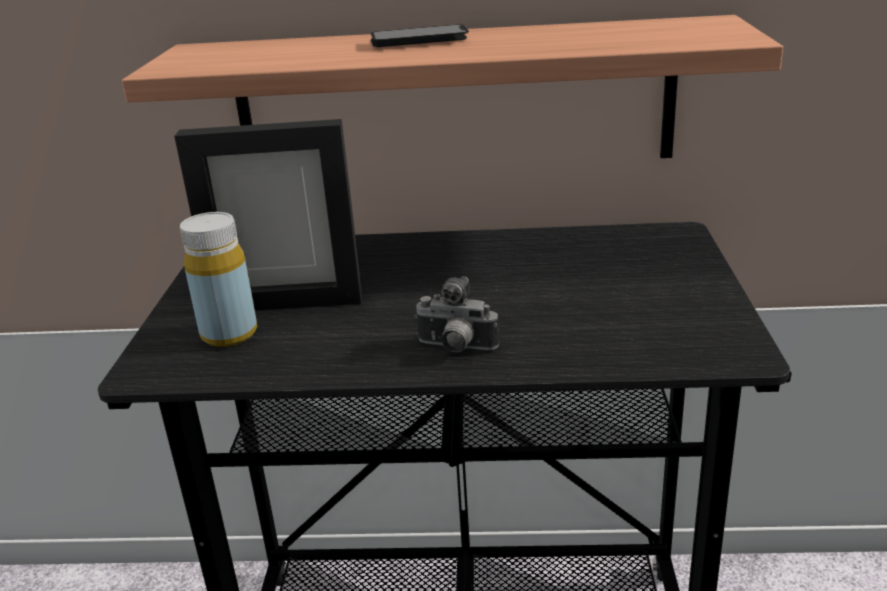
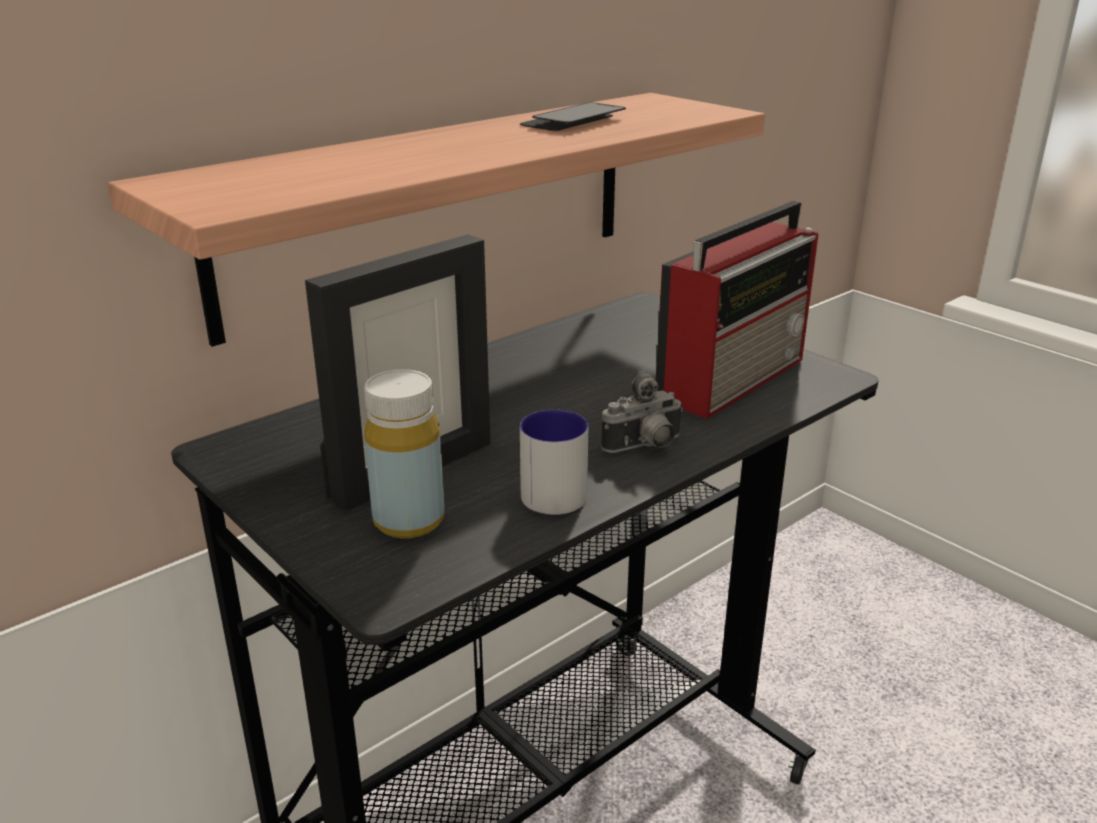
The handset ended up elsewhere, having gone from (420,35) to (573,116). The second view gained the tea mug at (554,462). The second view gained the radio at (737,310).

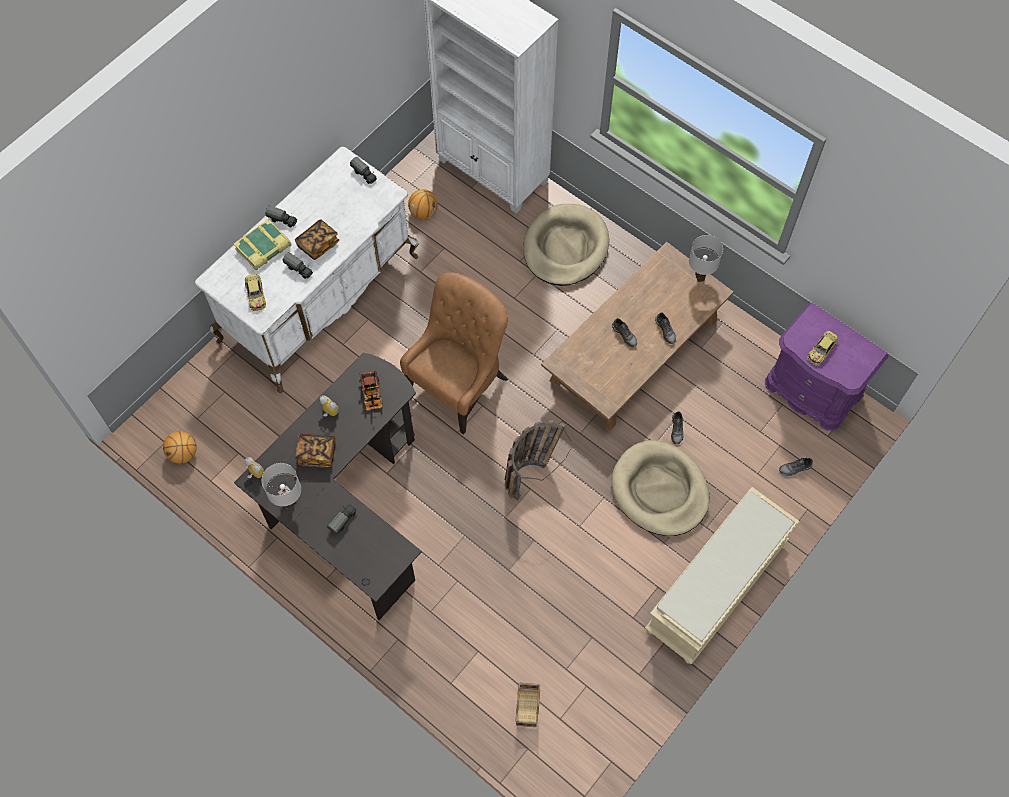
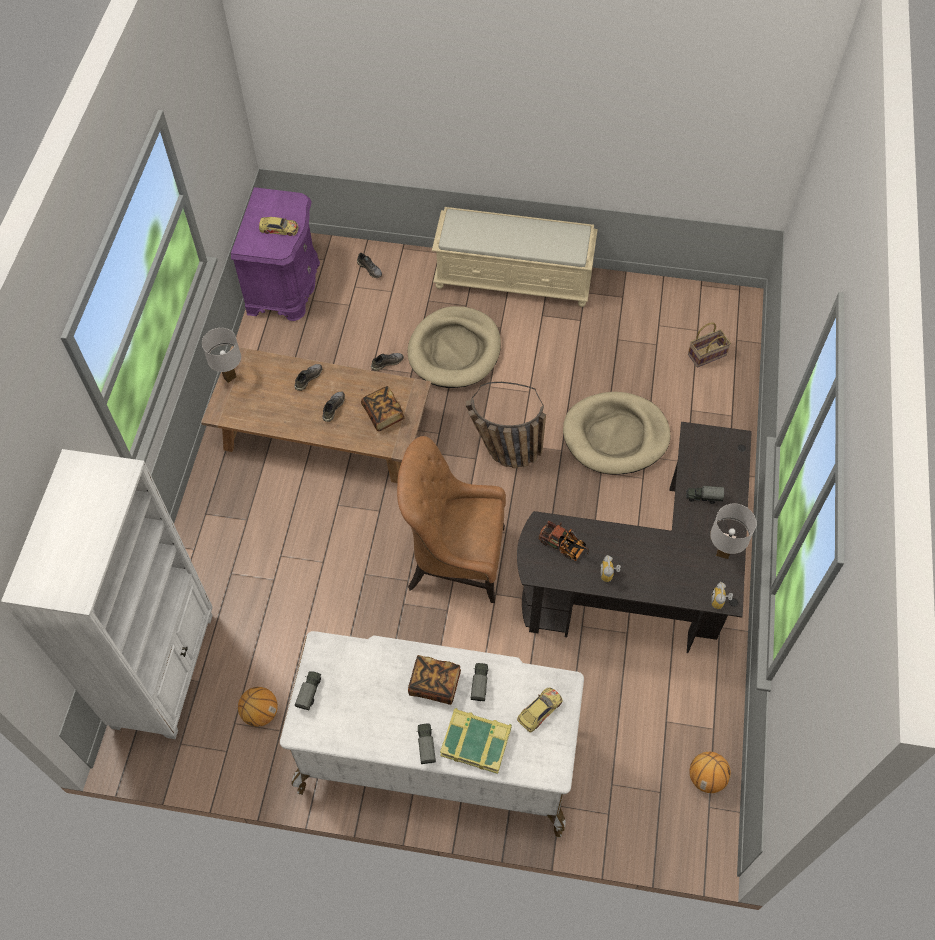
The volume ended up elsewhere, having gone from (315,450) to (382,408). The toy truck at (371,390) ended up facing another way, 75 degrees clockwise from before. The dog cushion in beige ended up elsewhere, having gone from (566,245) to (616,433).

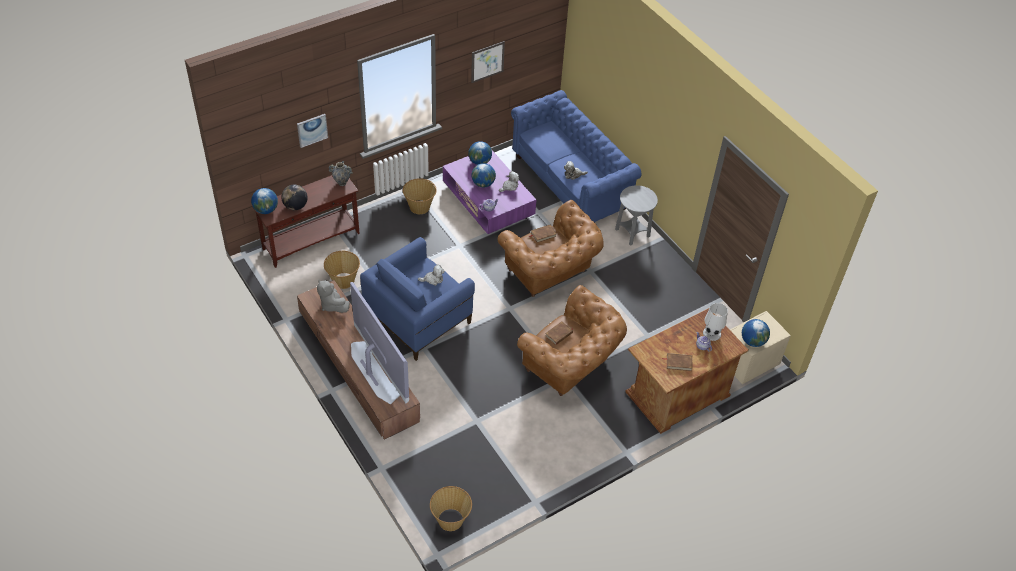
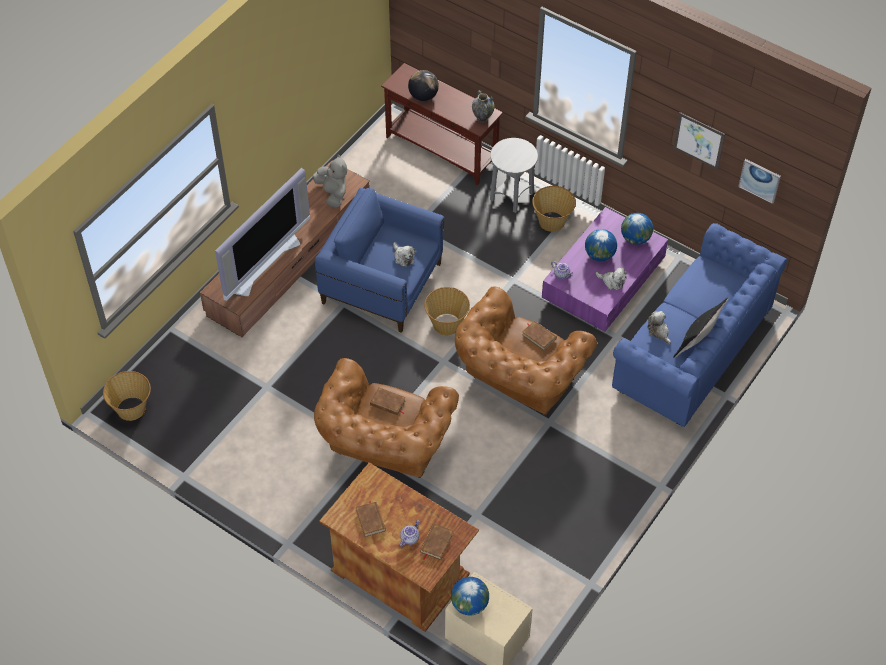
The plush toy in grey at (333,296) ended up facing another way, 120 degrees clockwise from before. Where the tabletop lamp in white-coloured stood at (715,322), the volume in brownish came to stand at (436,541). The basket ended up elsewhere, having gone from (342,270) to (447,311). The end table in grey ended up elsewhere, having gone from (636,215) to (514,175). The second view gained the cushion in black-coloured at (700,328). The picture ended up elsewhere, having gone from (312,131) to (759,181). The second view lost the desk globe at (264,201).

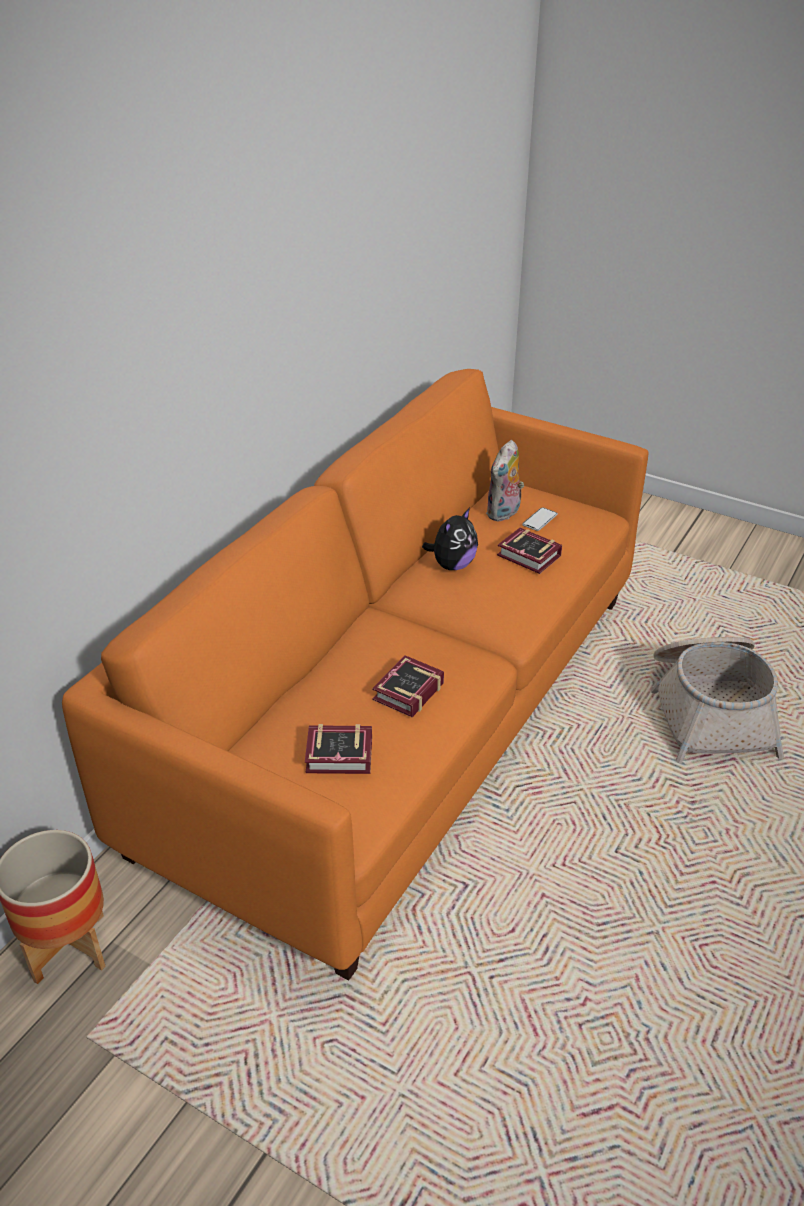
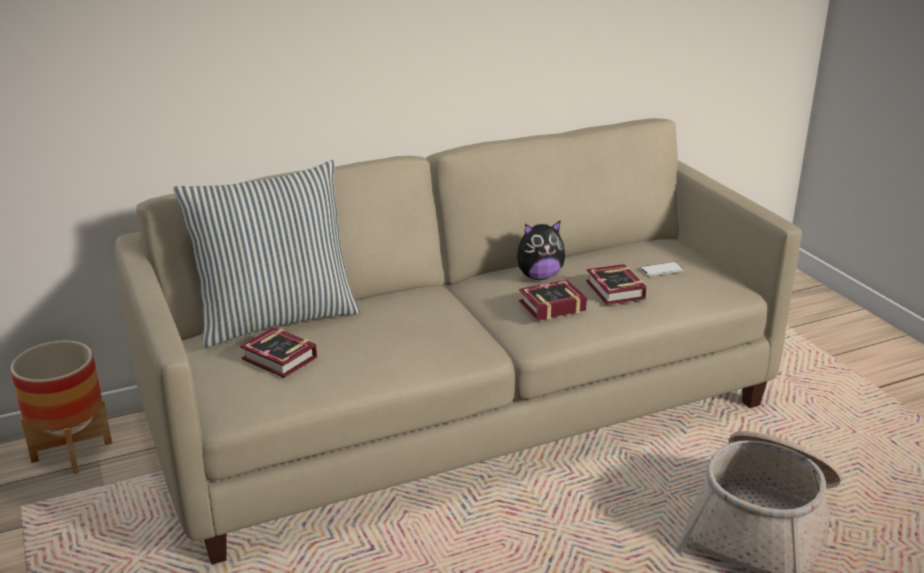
What was the couch in orangey at (355,675) turned into the couch in beige at (458,341). The second view gained the cushion at (266,254). The volume ended up elsewhere, having gone from (408,686) to (553,300). The second view lost the plush toy at (505,481).

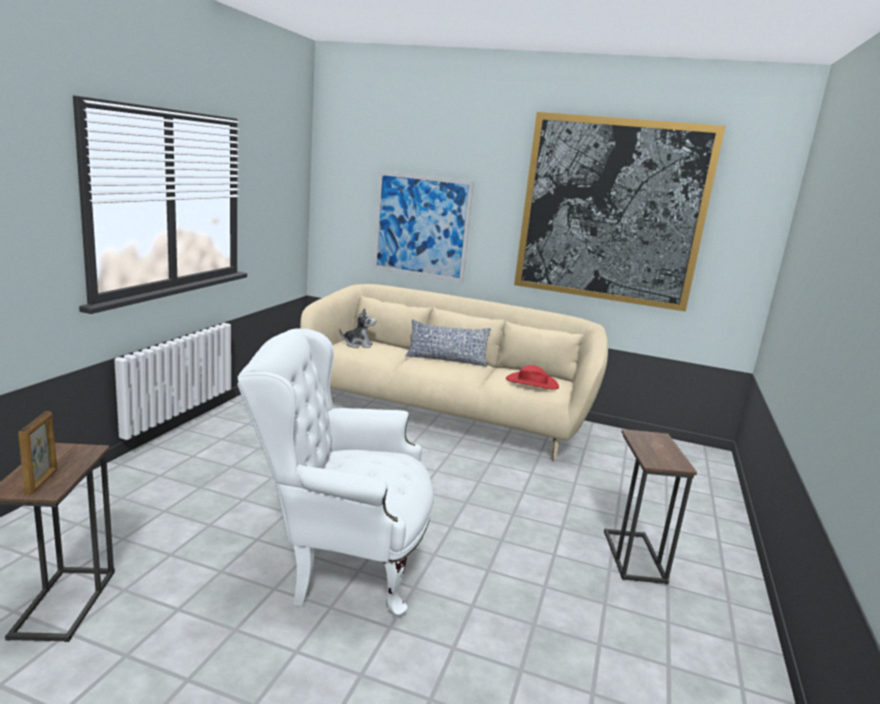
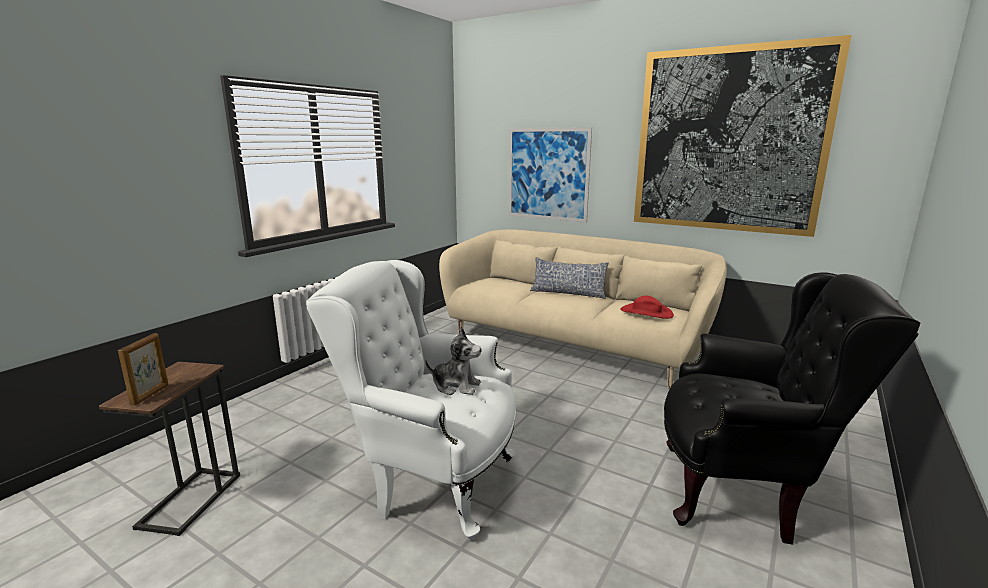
The plush toy ended up elsewhere, having gone from (357,328) to (453,361). Where the end table in brownish stood at (650,507), the lounge chair in black-coloured came to stand at (792,409).

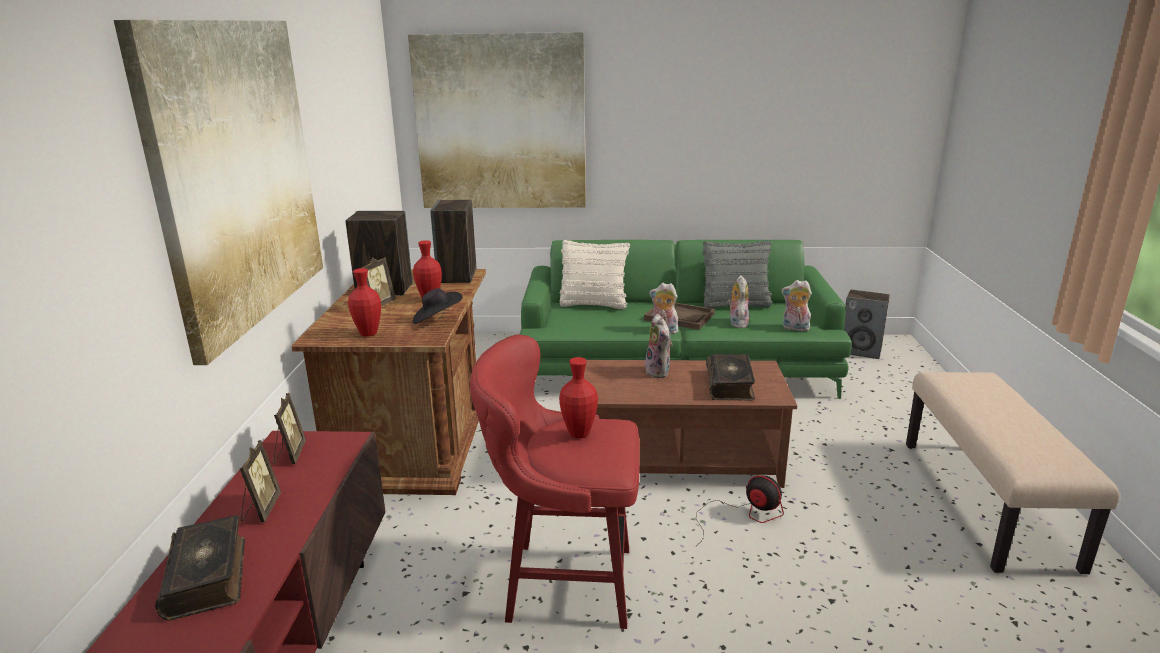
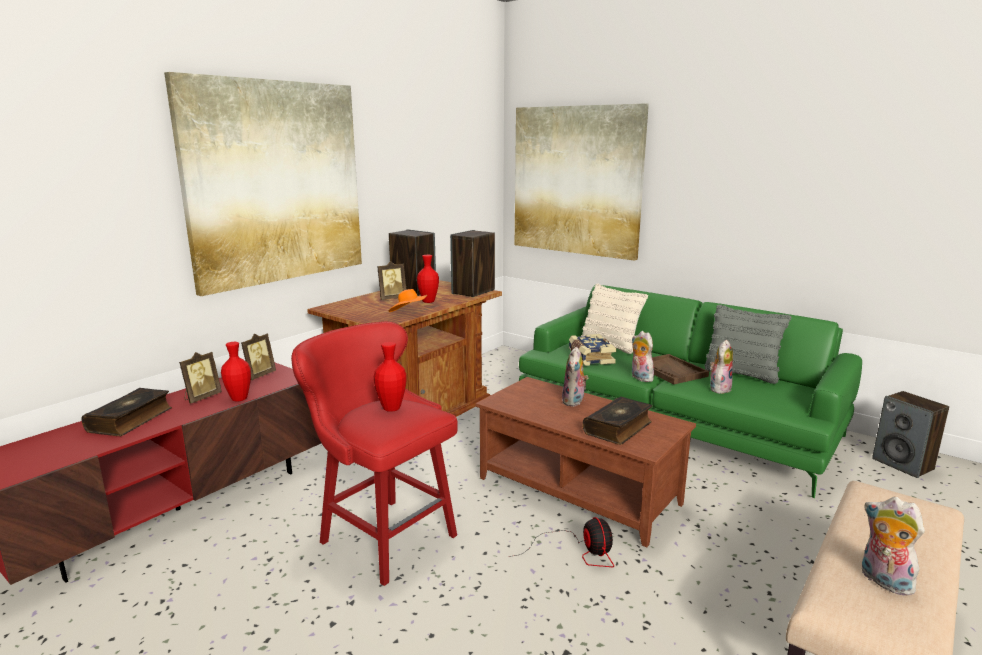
The flower vase in reddish ended up elsewhere, having gone from (364,302) to (236,372). What was the wearable hat in black-coloured at (437,306) turned into the wearable hat in orangey at (408,300). The second view gained the volume at (592,350). The plush toy ended up elsewhere, having gone from (796,305) to (893,546).

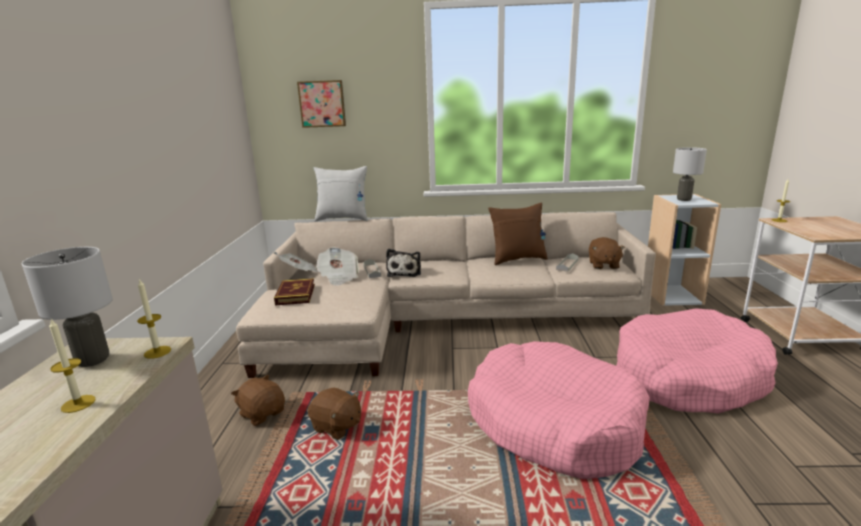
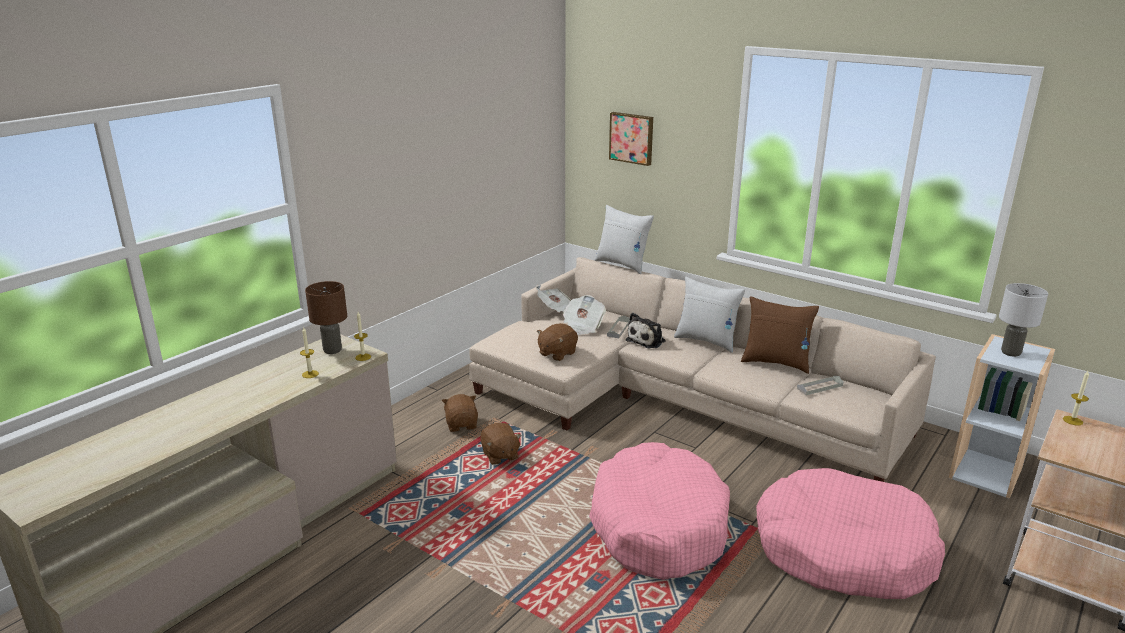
What was the tabletop lamp in white-coloured at (67,307) turned into the tabletop lamp in brownish at (326,317). The plush toy in brownish ended up elsewhere, having gone from (607,253) to (557,342). The second view gained the cushion in grey at (709,315). The second view lost the volume at (294,291).

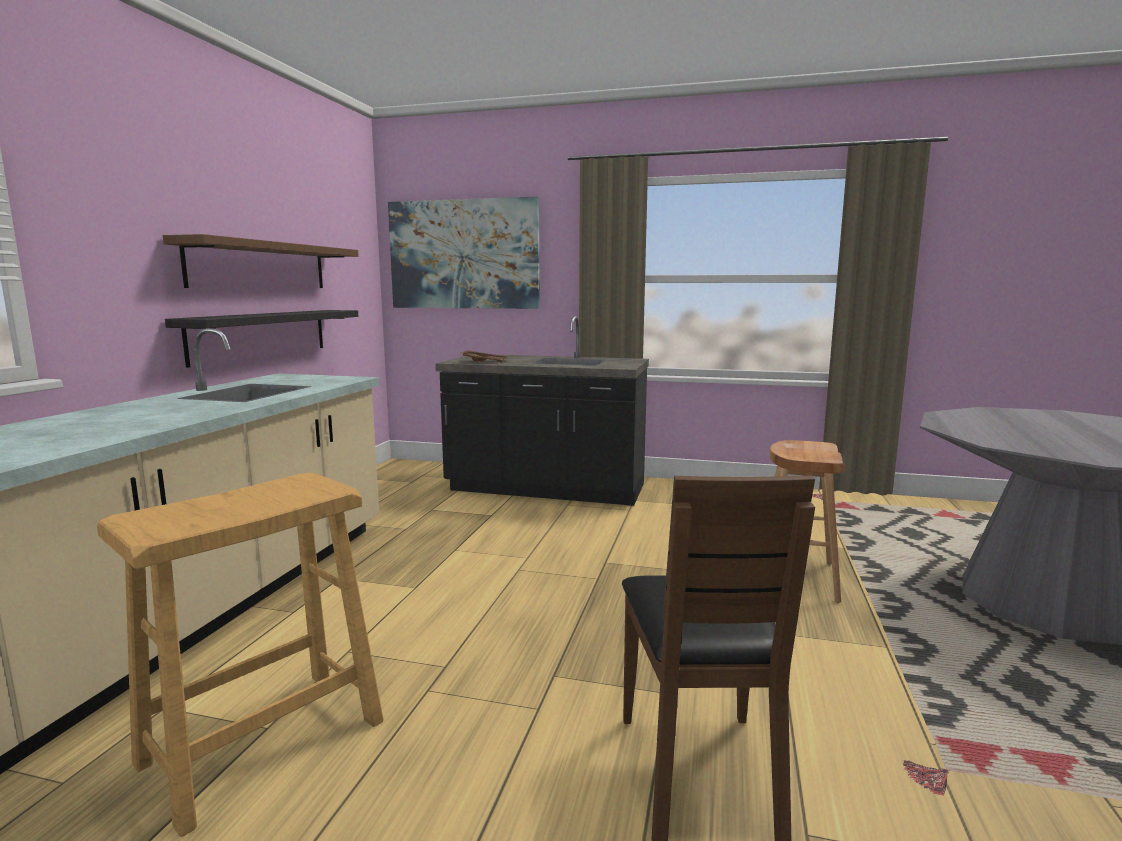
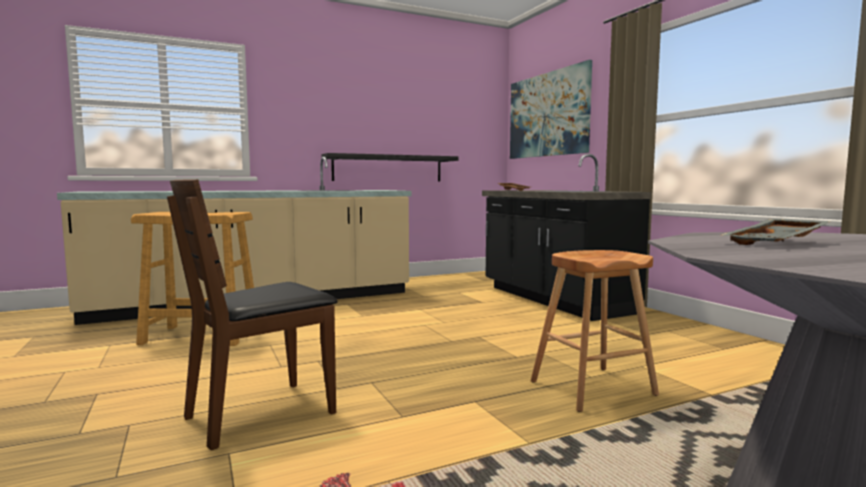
The second view gained the tray in grey at (776,232). The second view lost the wall shelf in brownish at (260,261).

